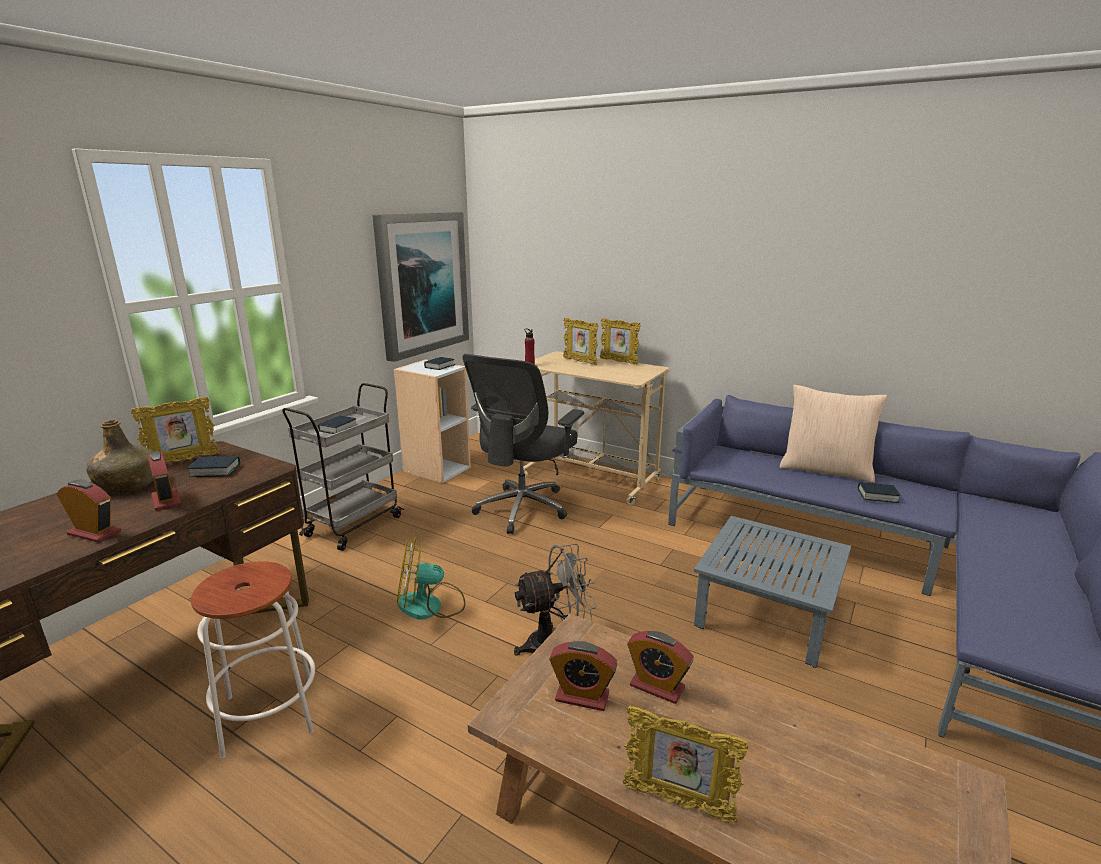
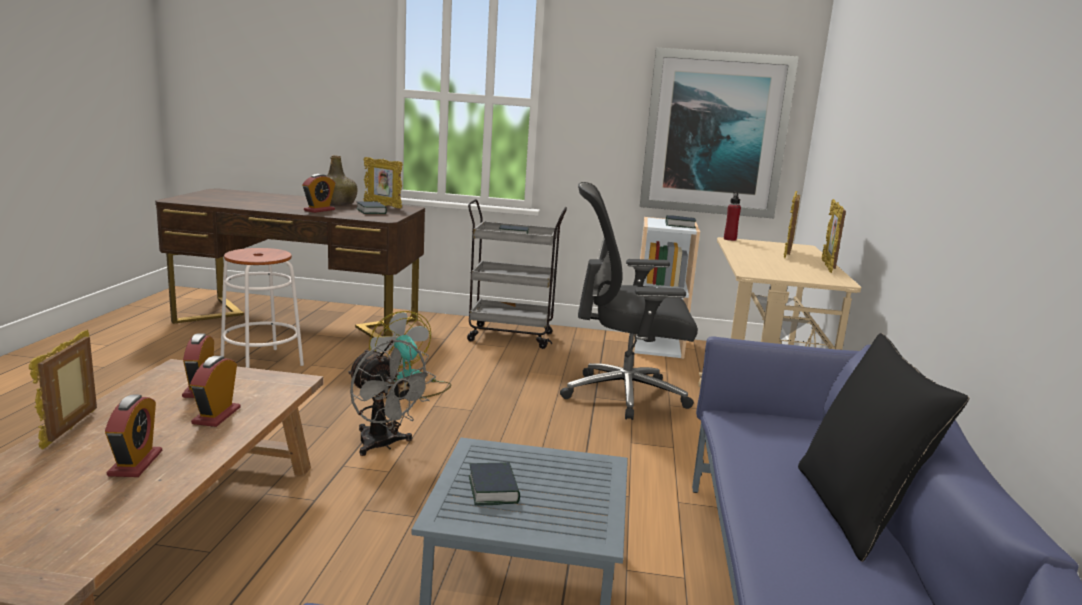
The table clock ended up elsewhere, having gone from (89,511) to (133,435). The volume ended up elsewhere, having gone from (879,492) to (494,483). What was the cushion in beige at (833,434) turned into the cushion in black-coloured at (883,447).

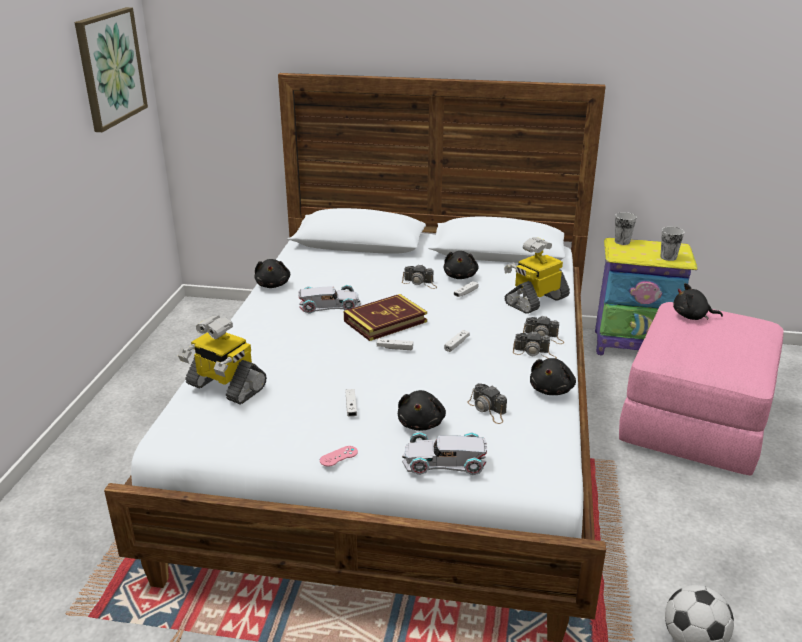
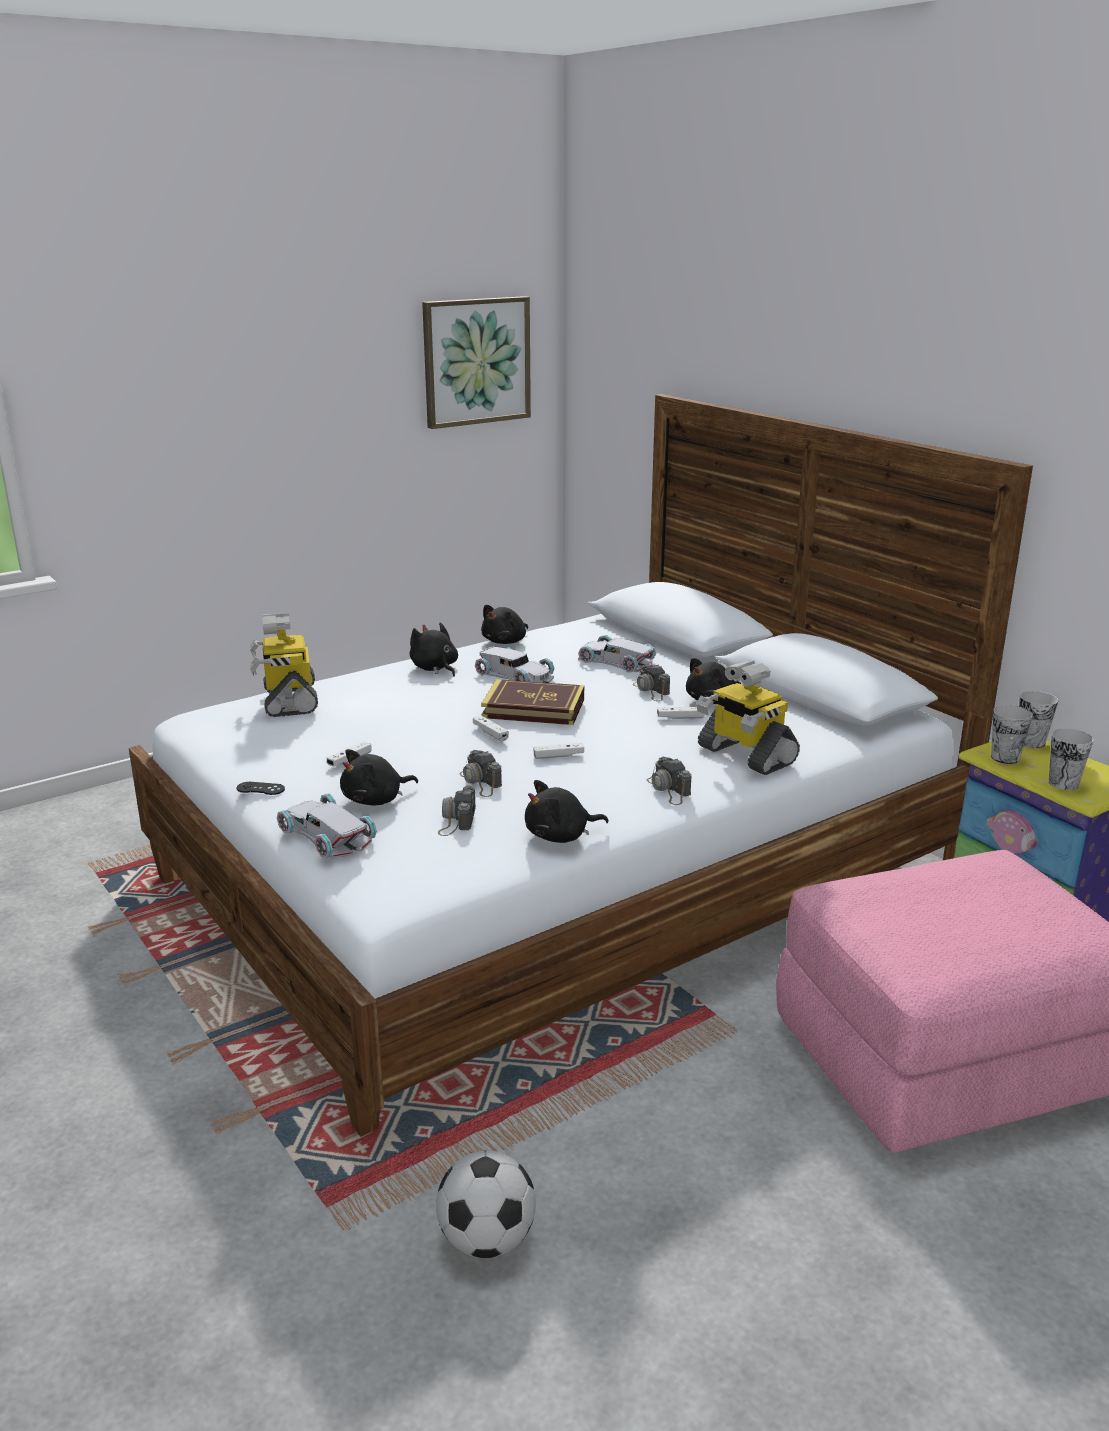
What was the gamepad in pink at (339,456) turned into the gamepad in black-coloured at (261,788). The plush toy in black-coloured ended up elsewhere, having gone from (698,301) to (434,649). The photo camera ended up elsewhere, having gone from (535,345) to (480,773). The second view gained the model car in white-coloured at (617,654). The robot figure at (537,275) ended up facing another way, 135 degrees counterclockwise from before. The second view gained the small cup at (1012,734).

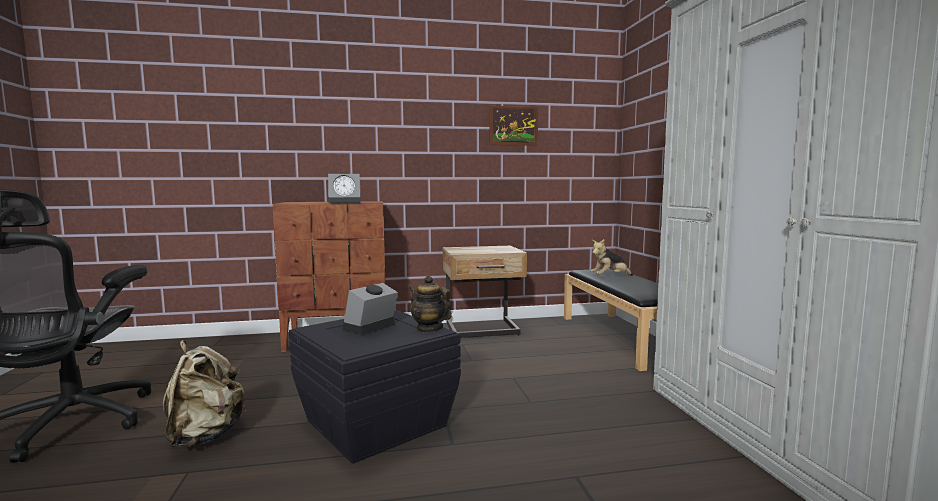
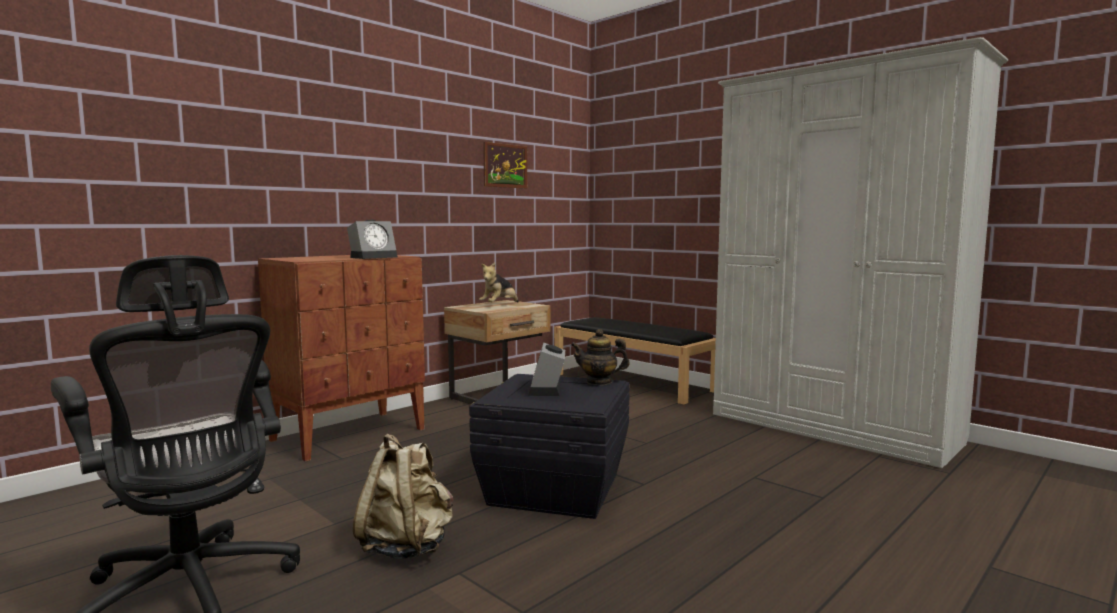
The plush toy ended up elsewhere, having gone from (612,257) to (499,282).

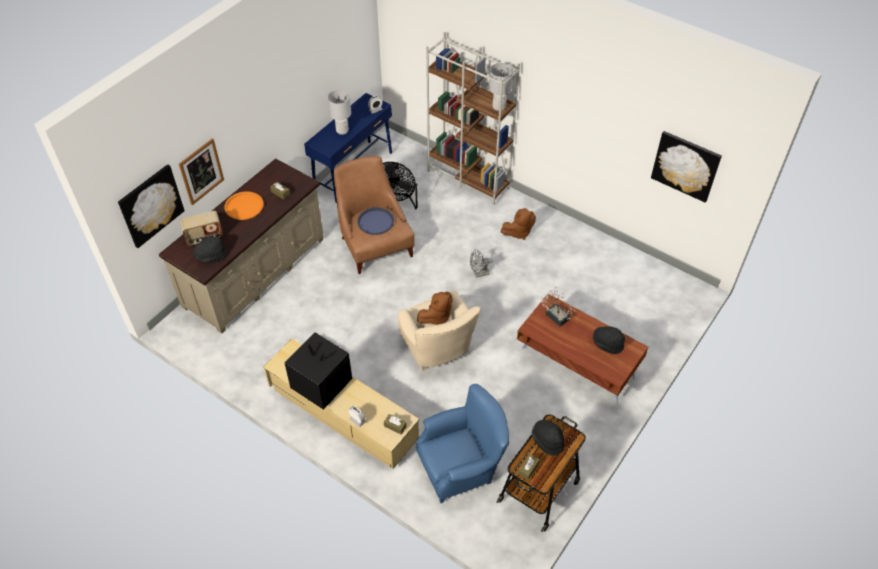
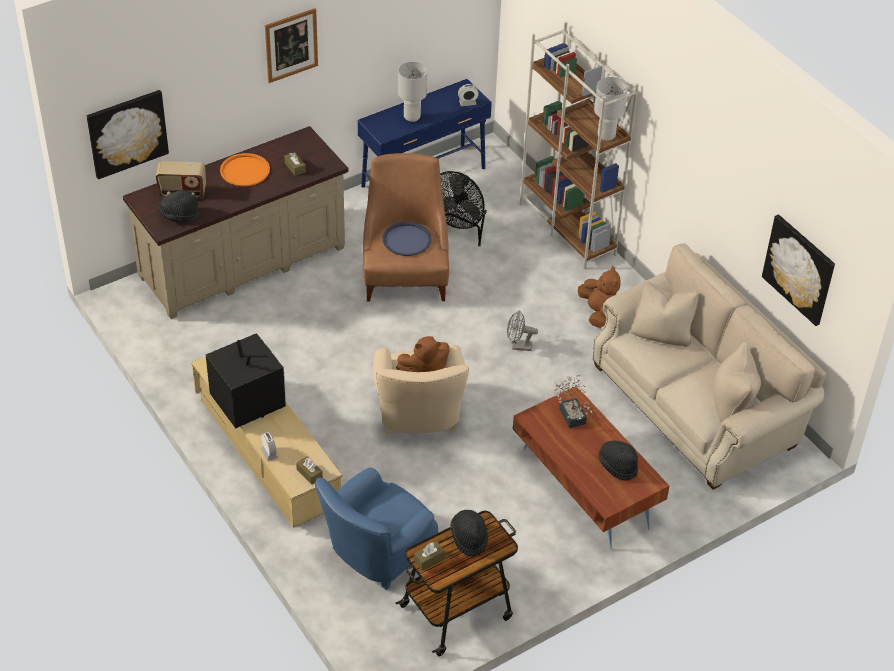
The picture ended up elsewhere, having gone from (201,171) to (291,45). The lounge chair in blue-coloured at (462,443) ended up facing another way, 135 degrees clockwise from before. The plush toy in brownish at (518,224) ended up facing another way, 105 degrees counterclockwise from before. The second view gained the couch in beige at (709,366).

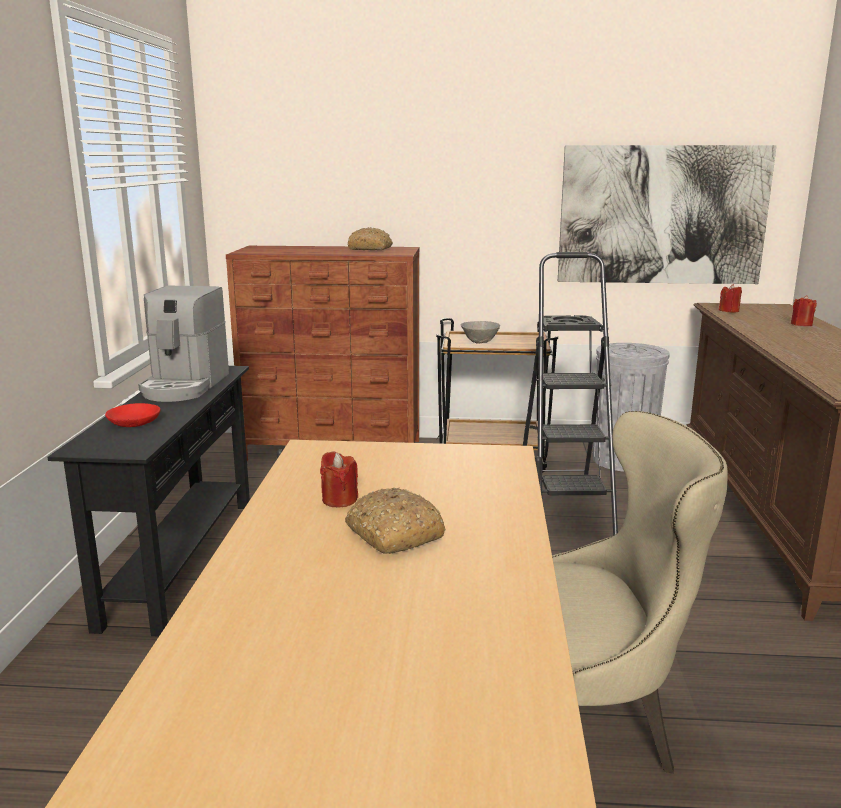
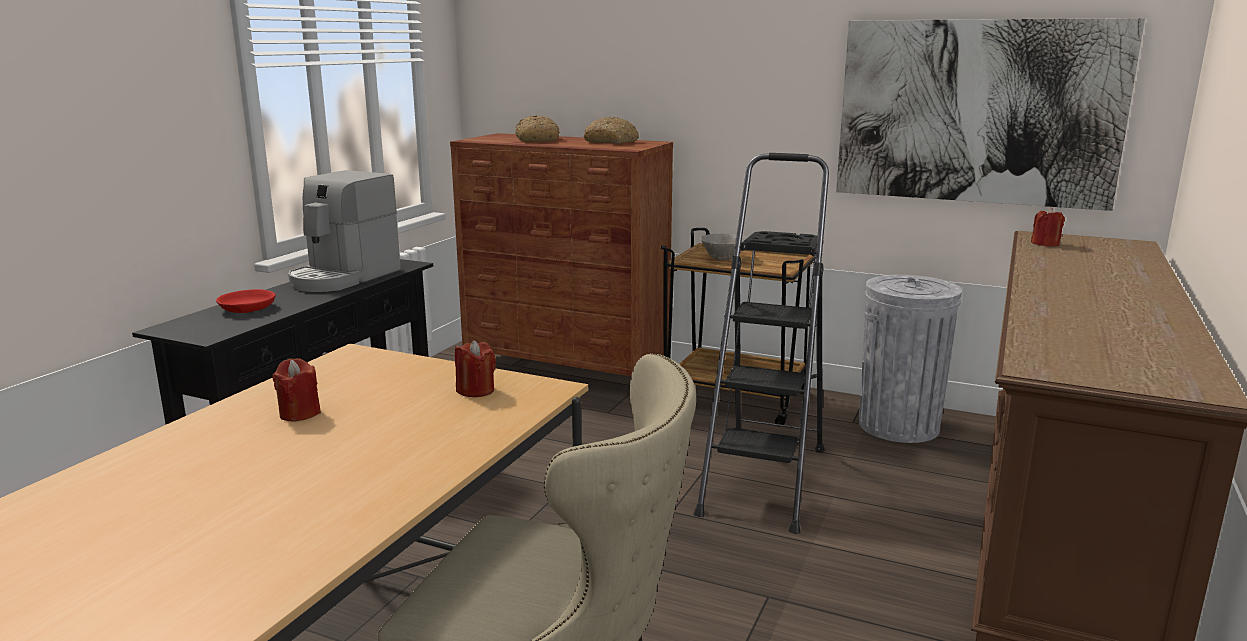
The wax light in reddish ended up elsewhere, having gone from (804,310) to (475,368). The bread ended up elsewhere, having gone from (395,521) to (537,129).

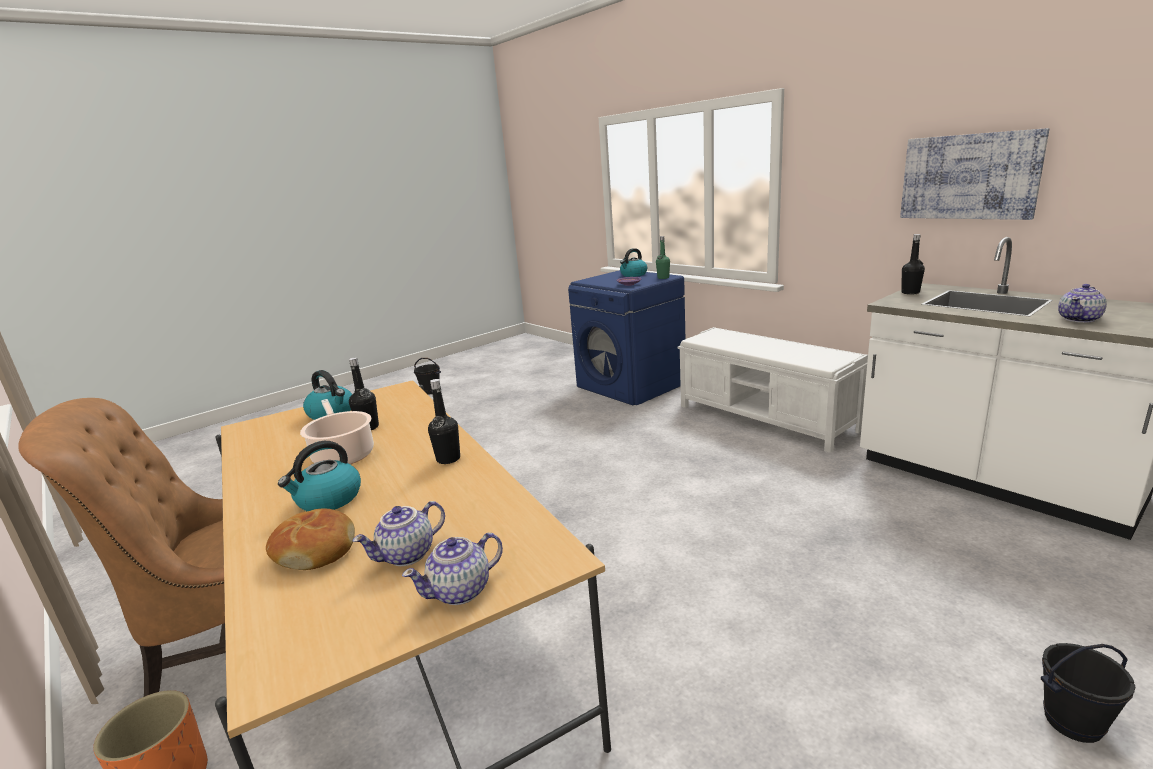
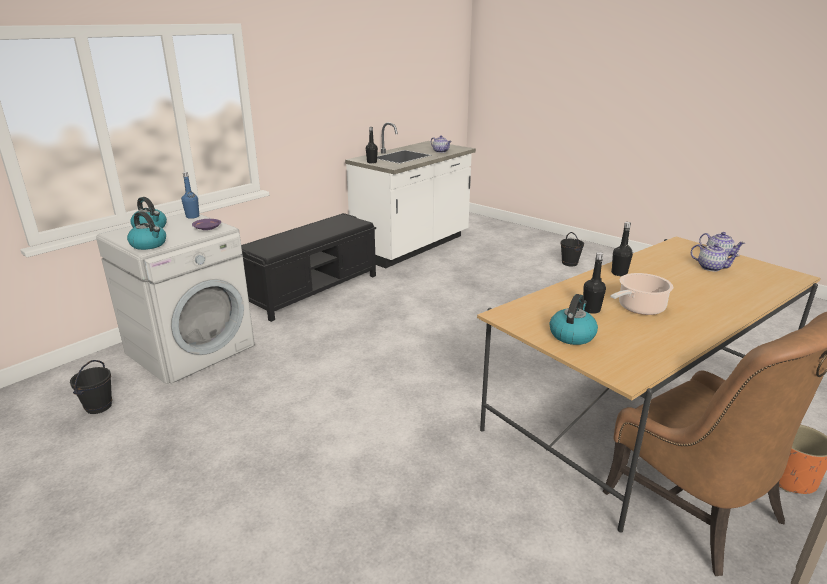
The pail in black-coloured ended up elsewhere, having gone from (427,376) to (91,387). What was the laundry machine in blue-coloured at (626,337) turned into the laundry machine in white-coloured at (175,298). The tea kettle ended up elsewhere, having gone from (319,476) to (146,230). What was the bottle in green at (663,257) turned into the bottle in blue-coloured at (190,195). What was the long seat in white-coloured at (773,390) turned into the long seat in black-coloured at (308,267). The second view lost the bread at (310,539). The second view lost the picture at (974,174).

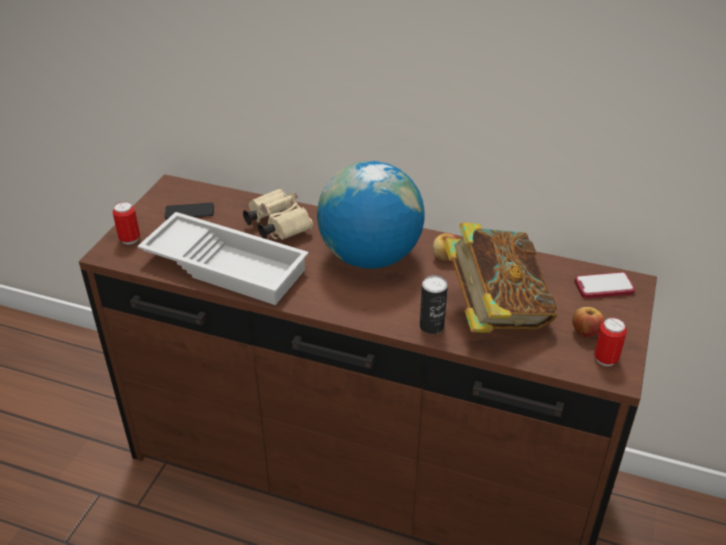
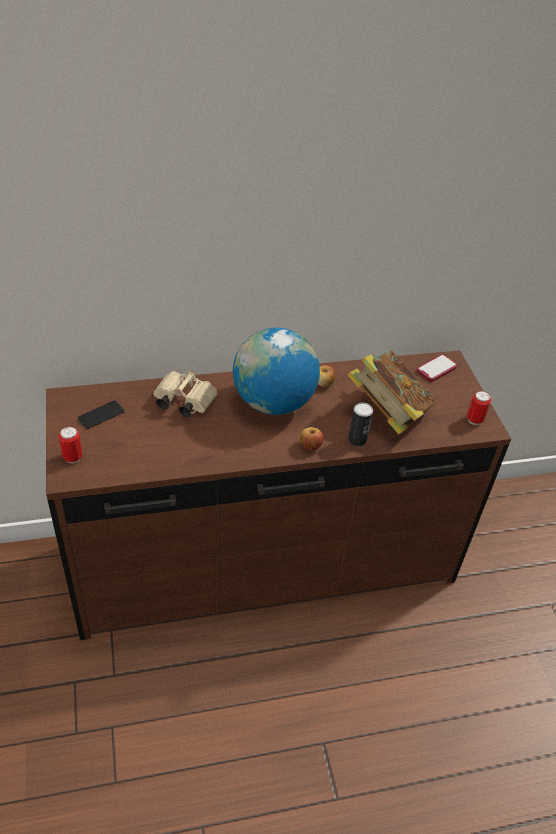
The apple ended up elsewhere, having gone from (588,322) to (311,439). The second view lost the tray in white-coloured at (223,258).

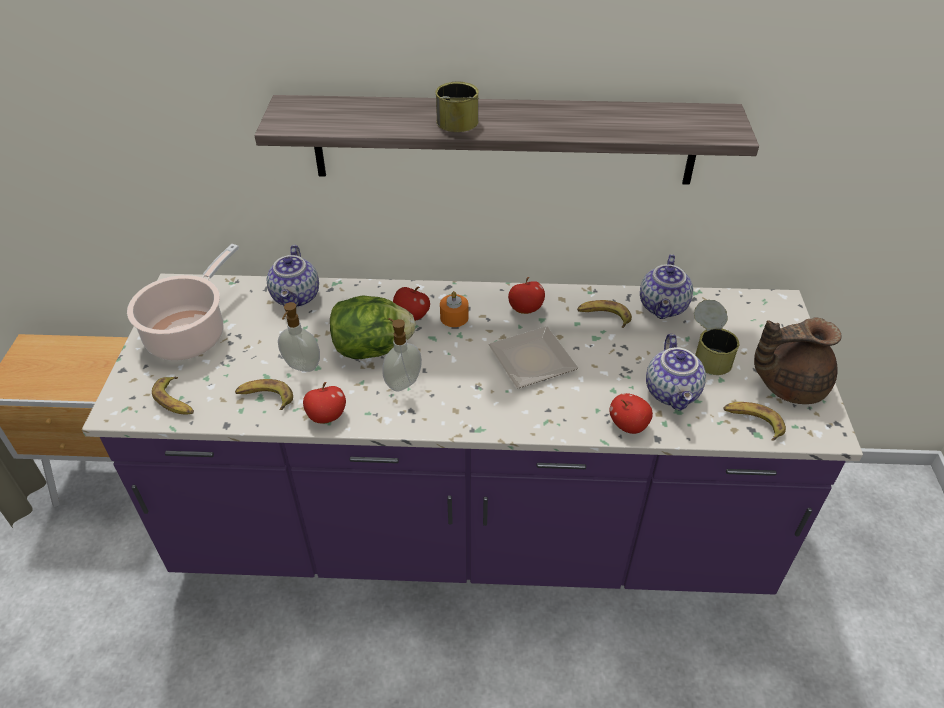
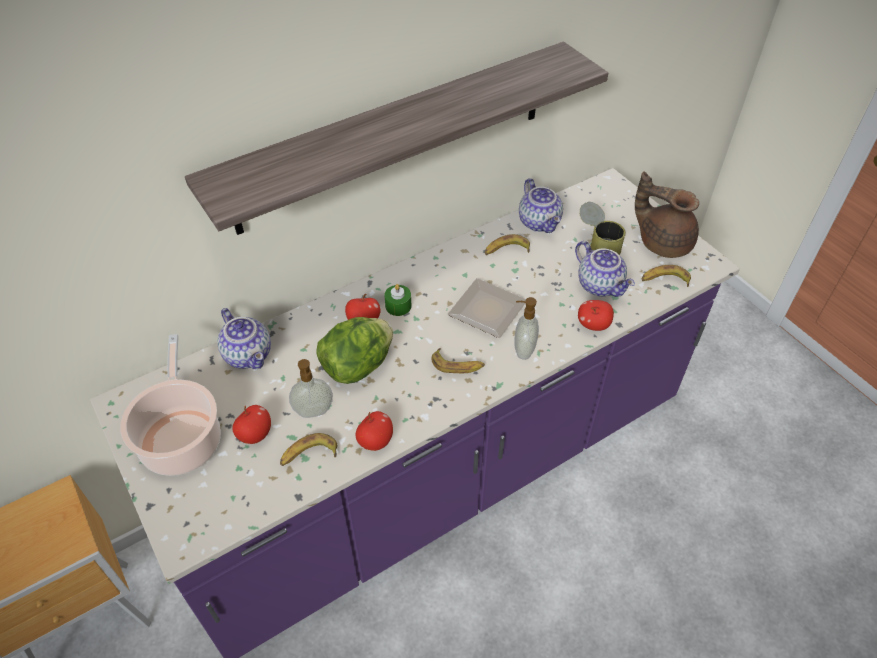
The apple ended up elsewhere, having gone from (526,295) to (251,424). What was the wax light in orangey at (454,309) turned into the wax light in green at (398,300). The banana ended up elsewhere, having gone from (173,395) to (458,360). The liquid soap bottle ended up elsewhere, having gone from (402,355) to (526,328). The pot for tea in brownish at (798,360) ended up facing another way, 75 degrees clockwise from before. The second view lost the can at (457,106).

